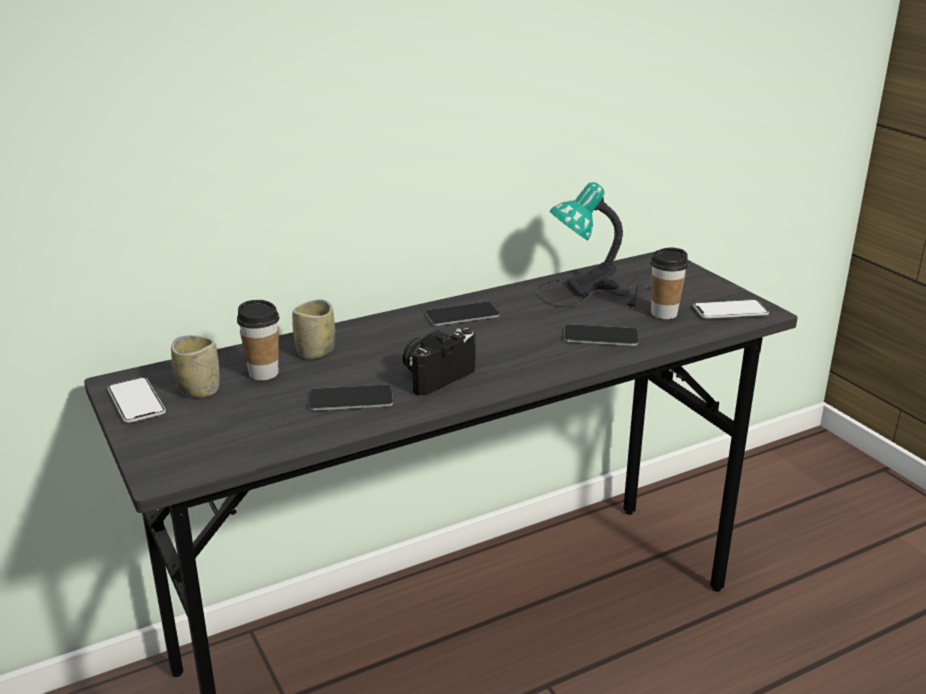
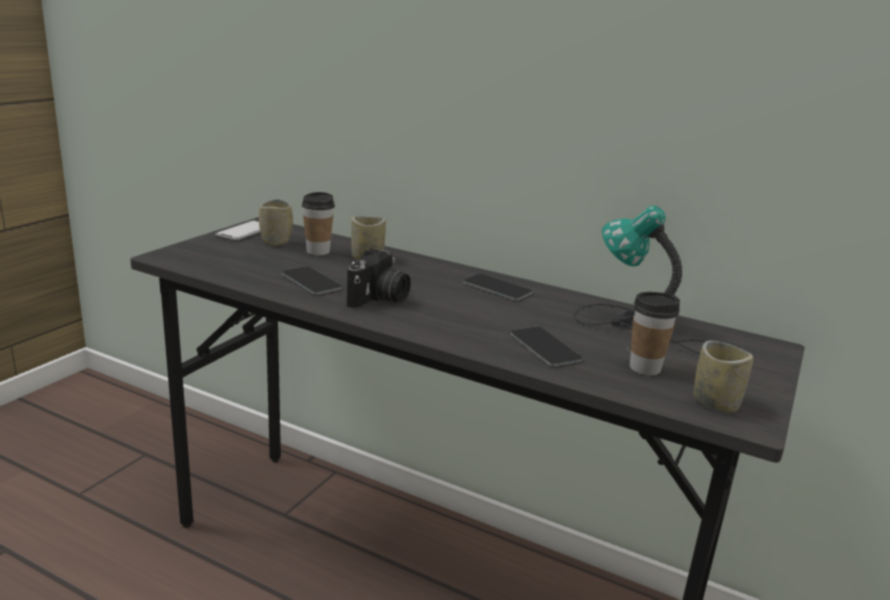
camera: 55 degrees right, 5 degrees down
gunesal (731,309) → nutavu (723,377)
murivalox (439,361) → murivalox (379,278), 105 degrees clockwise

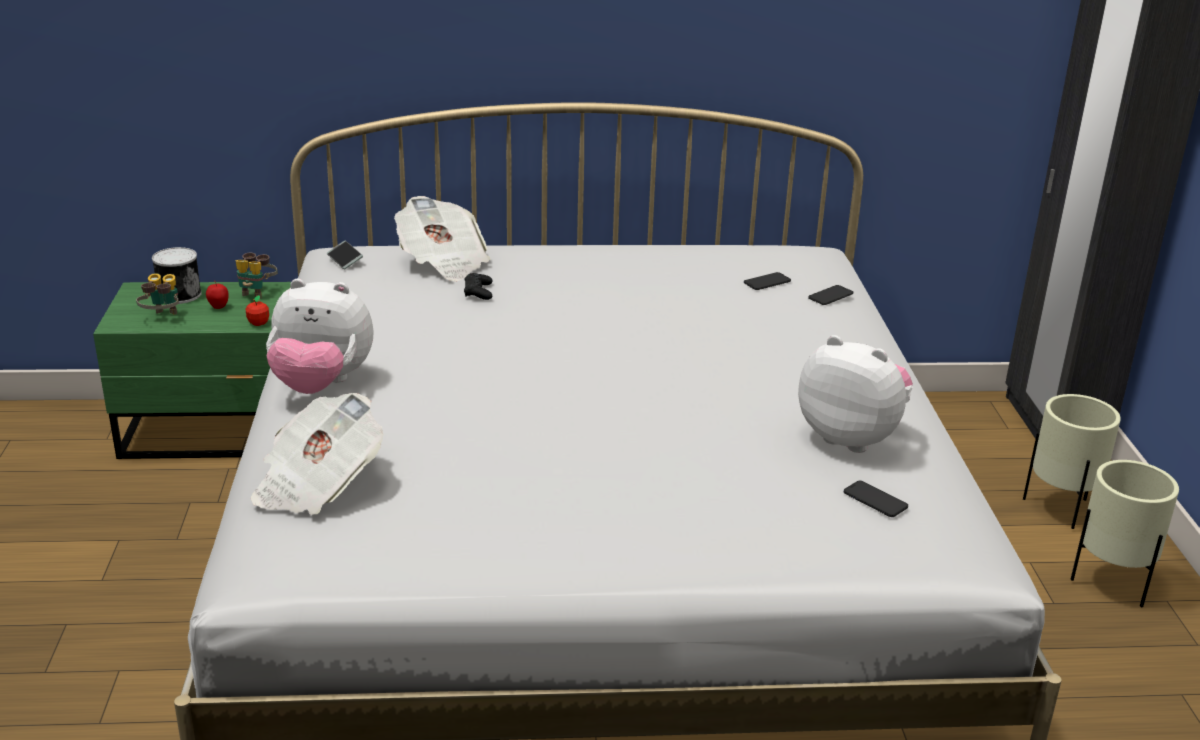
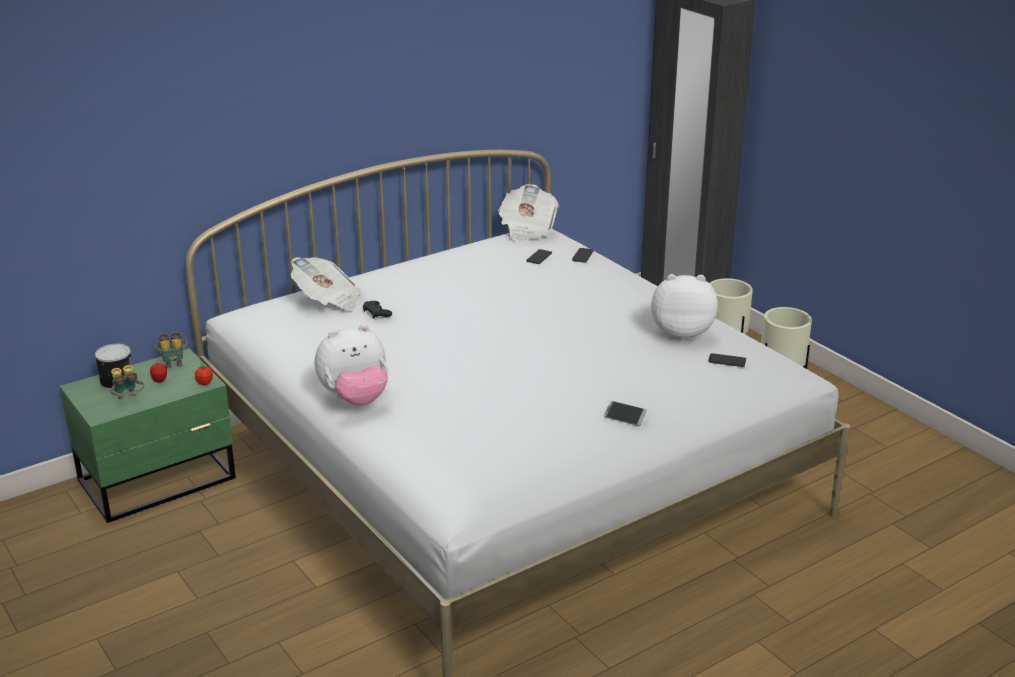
camera: 30 degrees left, 0 degrees up
gunesal (345,255) → gunesal (625,413), move
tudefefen (317,454) → tudefefen (528,212), move

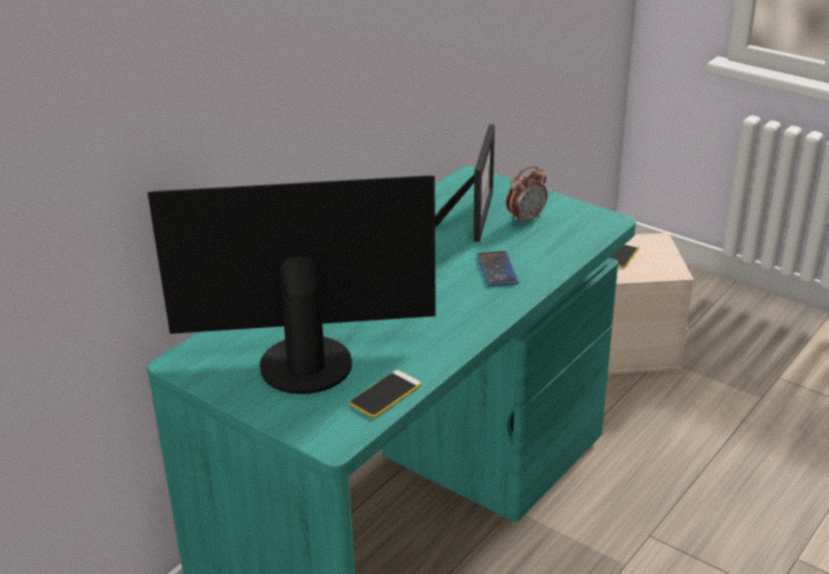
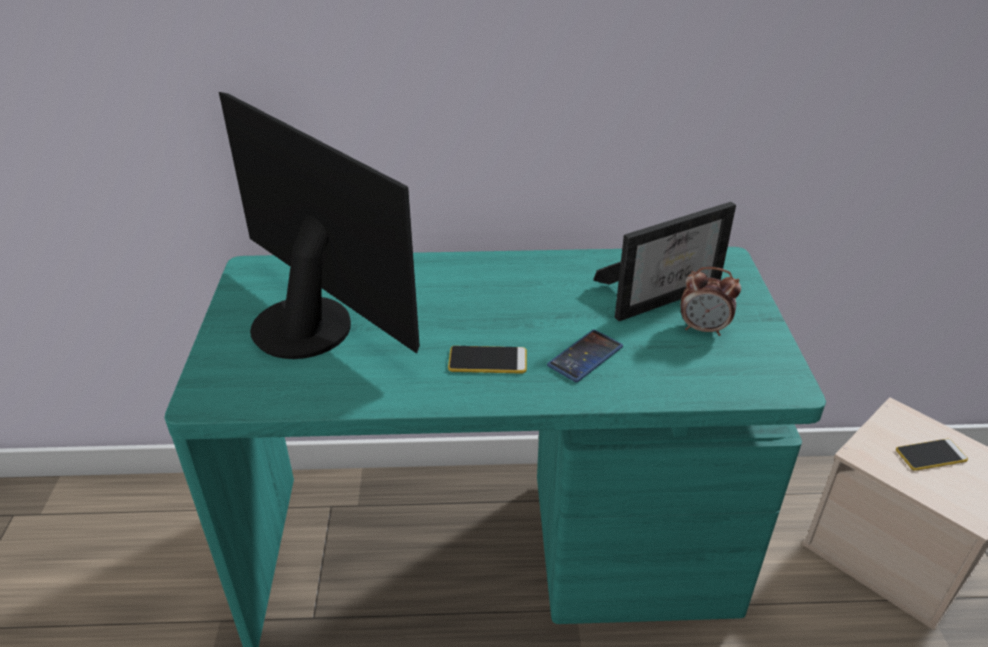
camera: 50 degrees right, 5 degrees up
gunesal (385,394) → gunesal (487,360), move

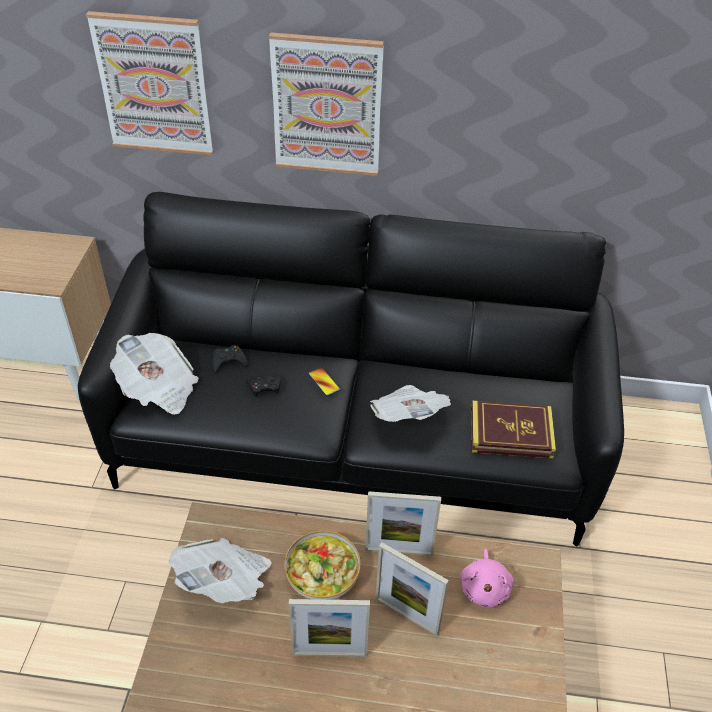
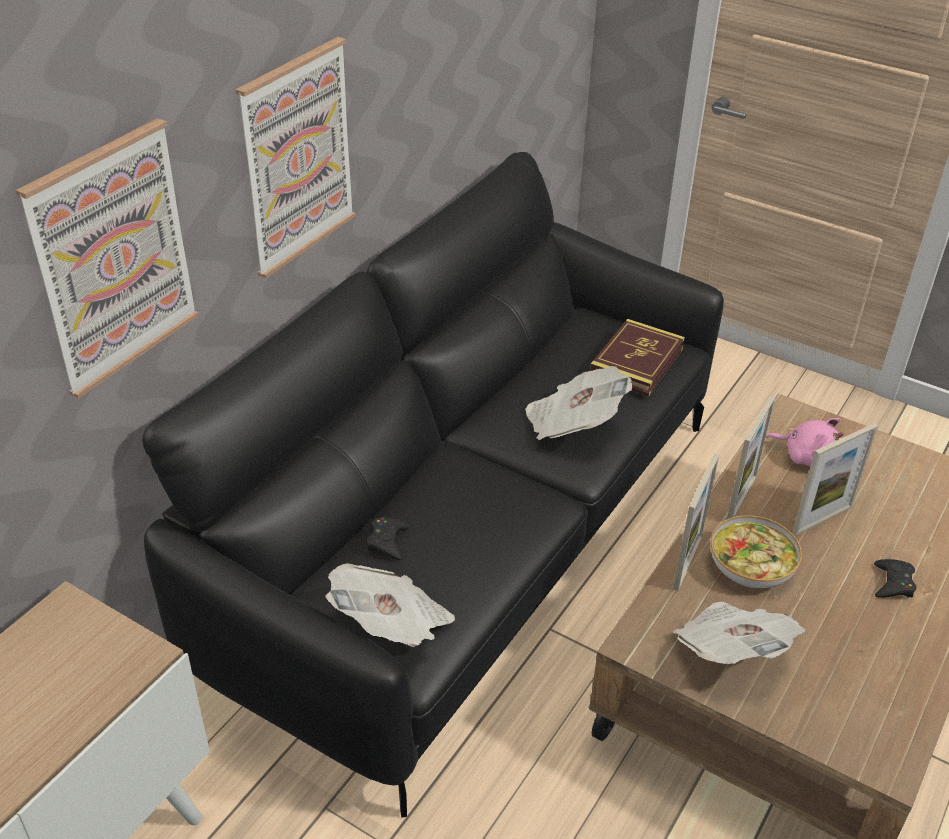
camera: 65 degrees left, 5 degrees down
gunesal (324,381) → -
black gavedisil (264,386) → black gavedisil (895,578), move
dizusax (329,628) → dizusax (696,522), move

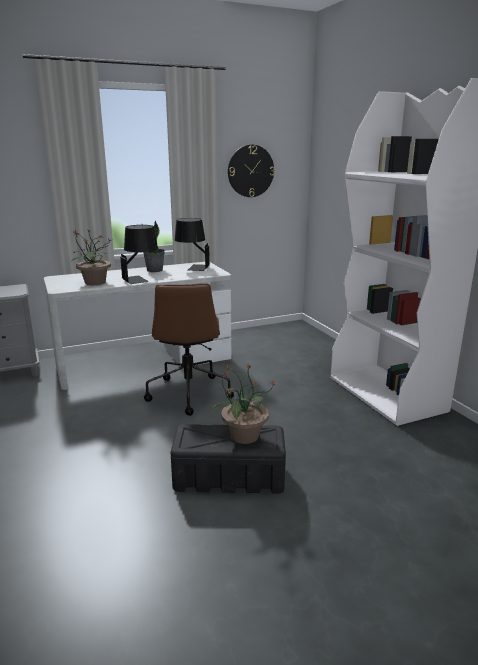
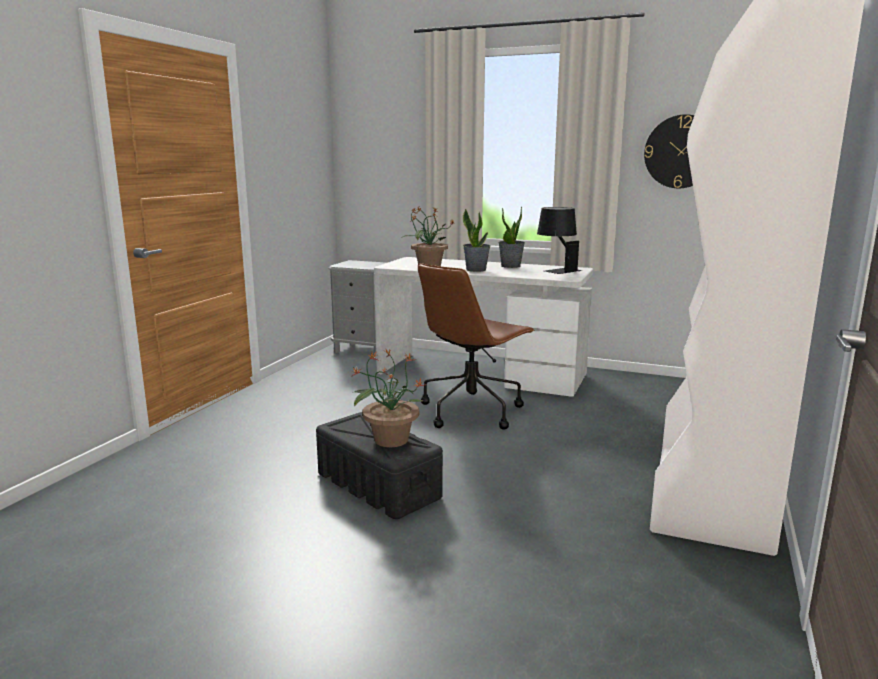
camera: 45 degrees right, 5 degrees down
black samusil (139,254) → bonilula (476,240)

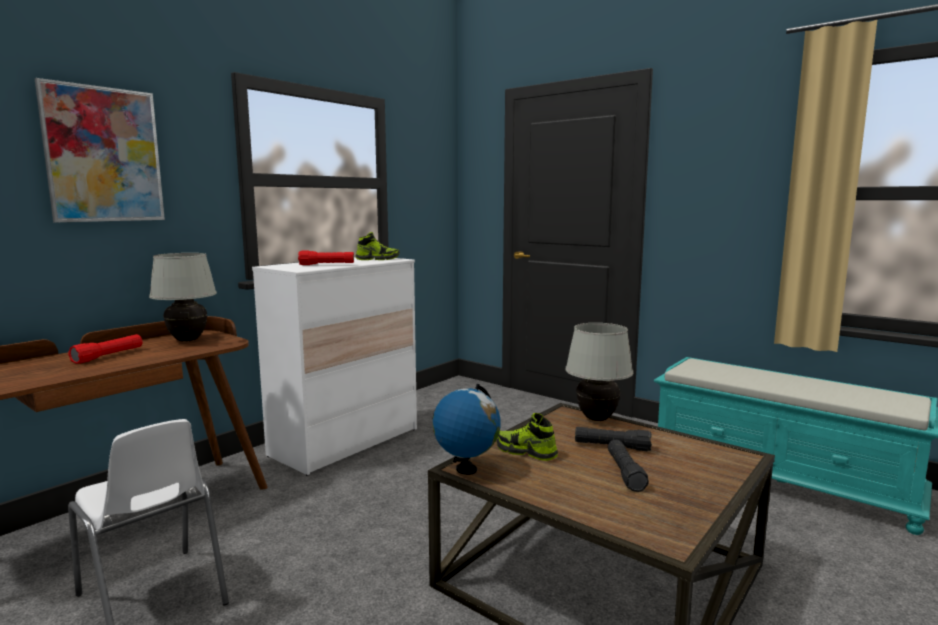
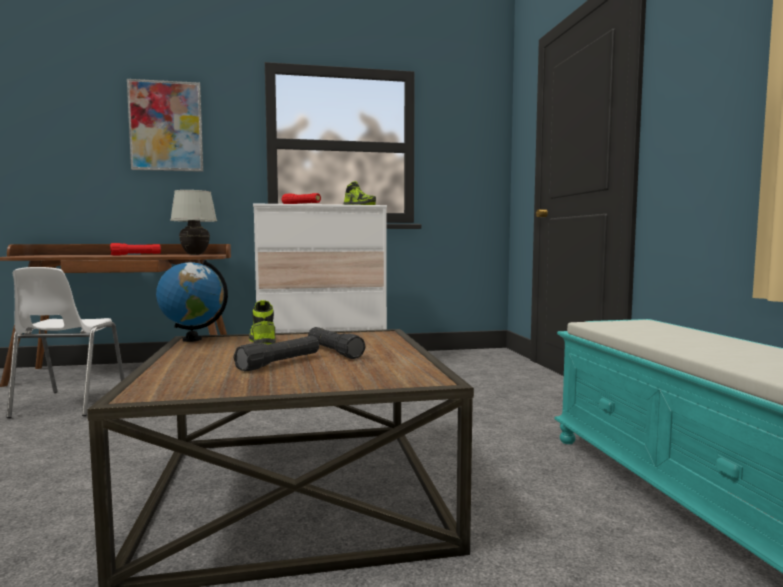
camera: 40 degrees right, 5 degrees down
white samusil (599,372) → -

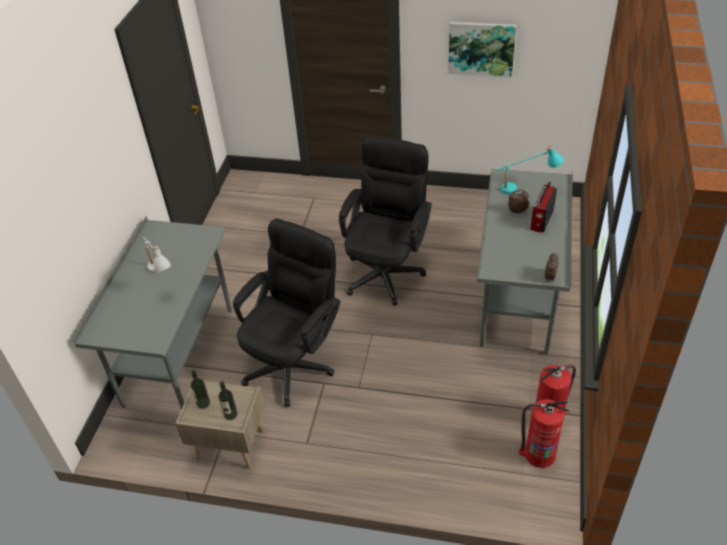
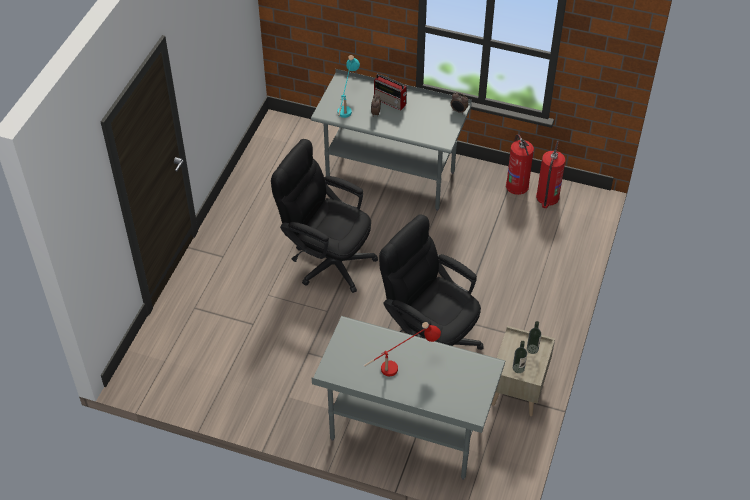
camera: 85 degrees left, 5 degrees up
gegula (482,49) → -
white samusil (157,254) → red samusil (402,349)

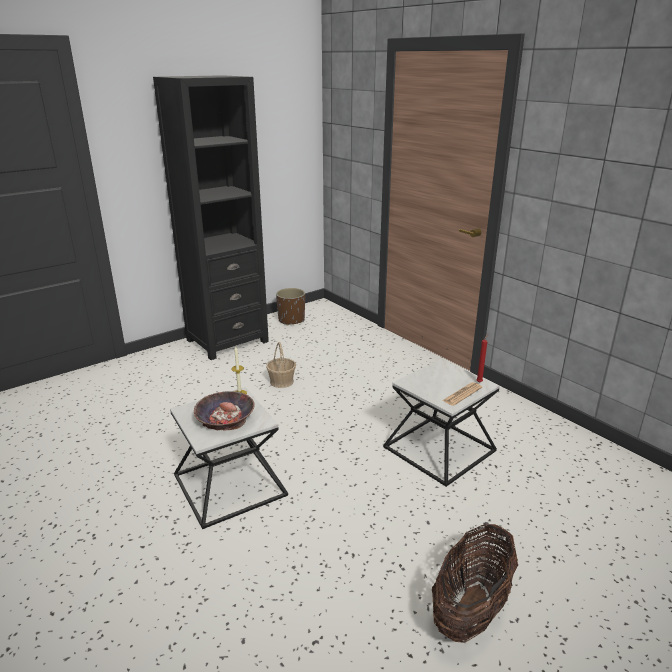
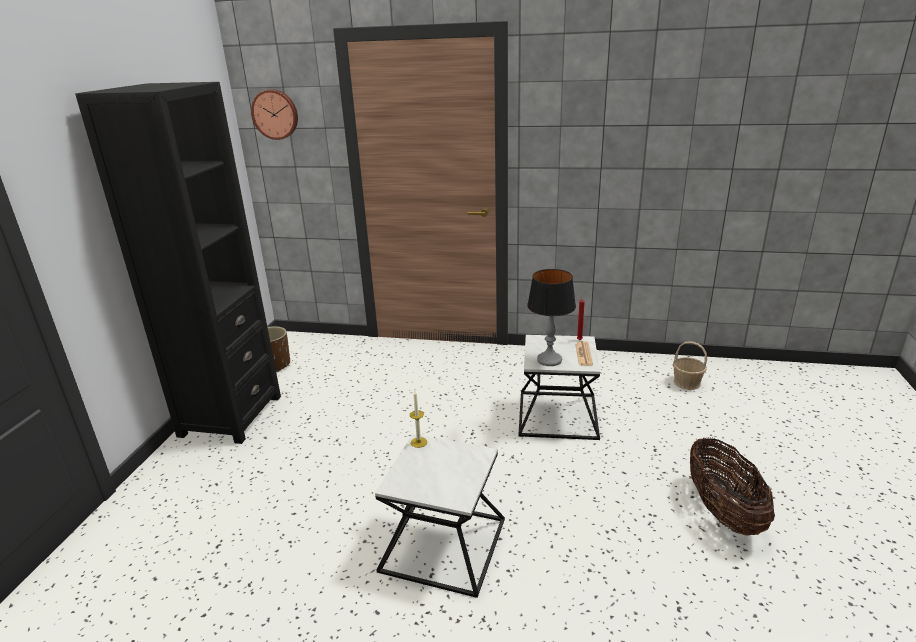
camera: 40 degrees left, 0 degrees up
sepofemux (281,365) → sepofemux (690,365), move
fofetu (224,411) → -
- → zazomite (274,114)
- → samusil (551,317)

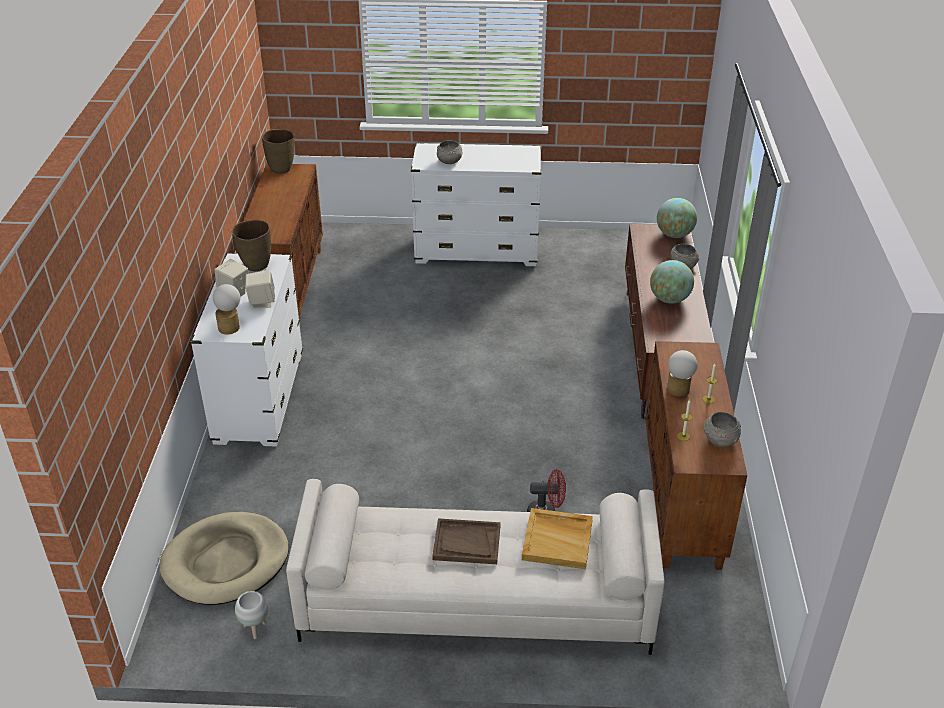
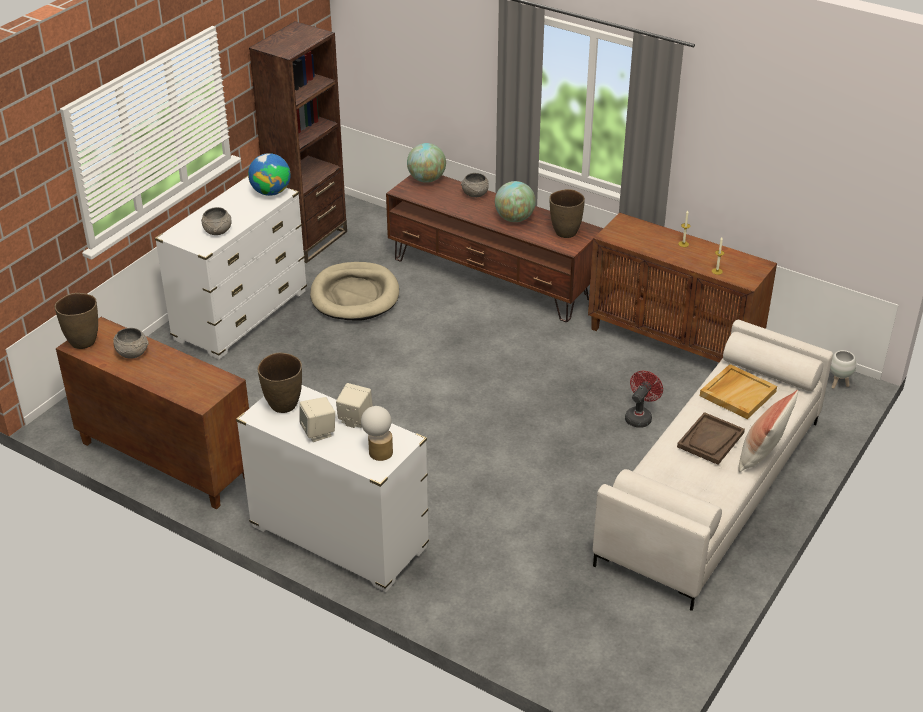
camera: 60 degrees left, 0 degrees up
samusil (682,373) → -
grey fofetu (722,429) → grey fofetu (131,343), move
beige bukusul (224,558) → beige bukusul (354,291), move
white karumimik (251,615) → white karumimik (843,369), move
- → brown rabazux (298,142)
- → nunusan (269,174)
- → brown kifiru (567,213)
- → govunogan (768,431)

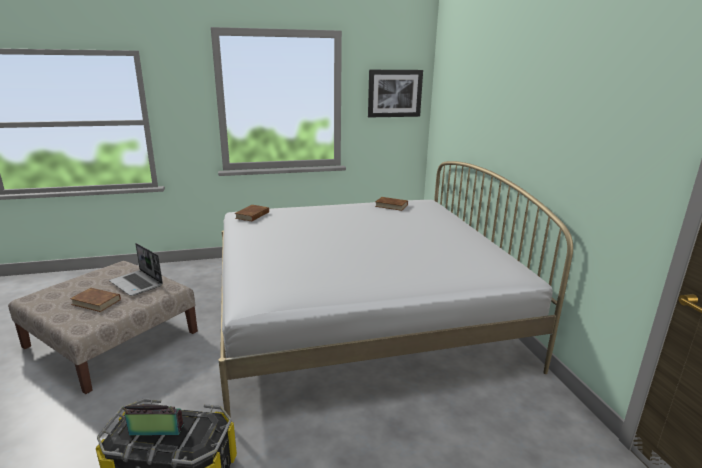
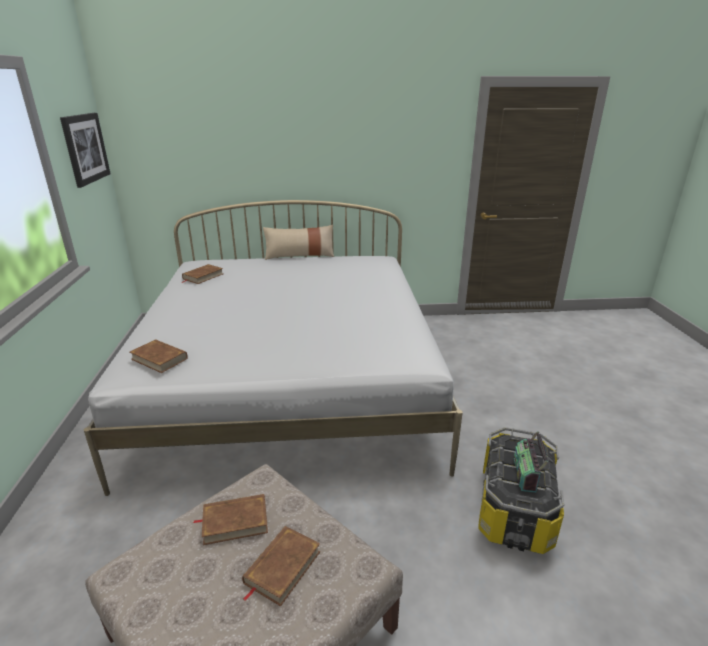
camera: 80 degrees left, 5 degrees up
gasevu (136,269) → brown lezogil (230,519)
- → beige govunogan (298,242)

